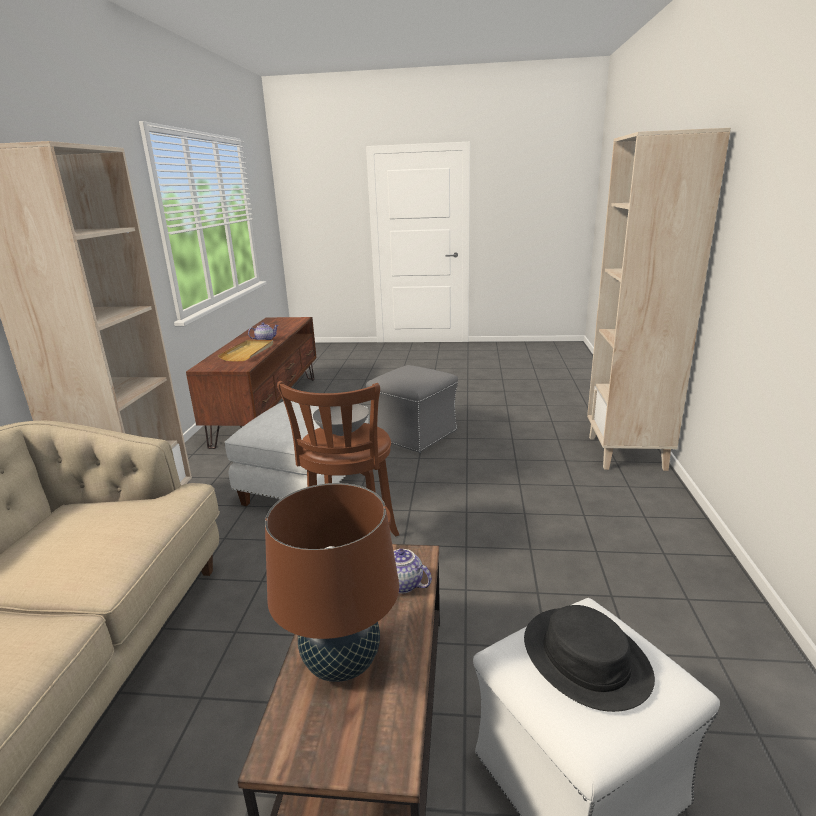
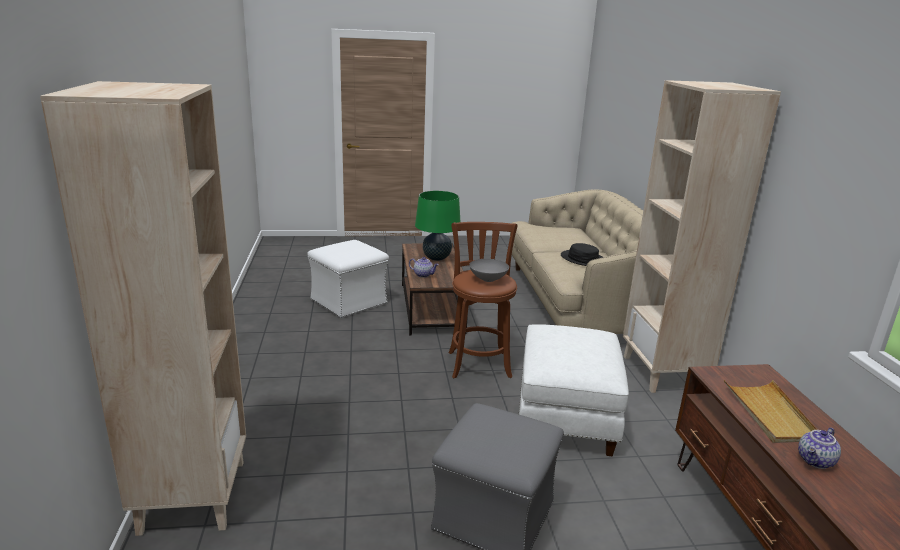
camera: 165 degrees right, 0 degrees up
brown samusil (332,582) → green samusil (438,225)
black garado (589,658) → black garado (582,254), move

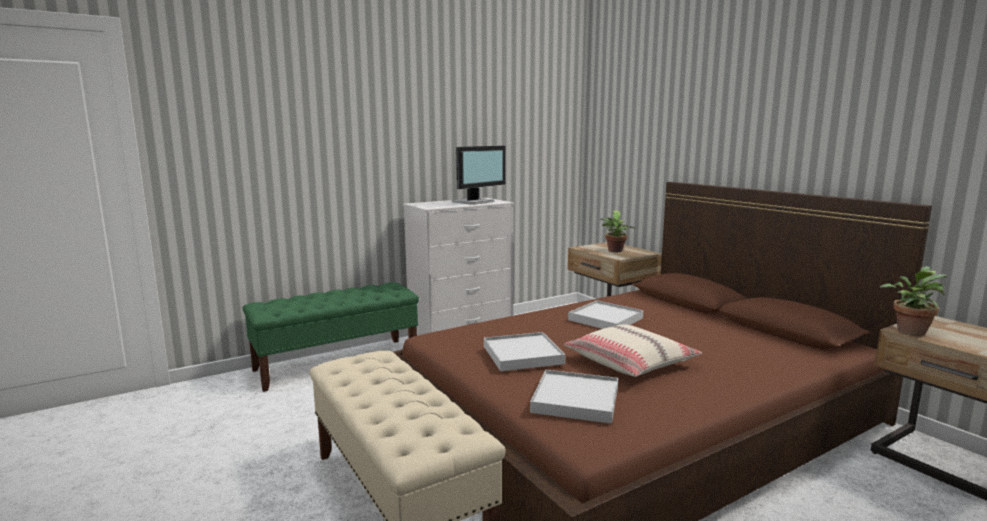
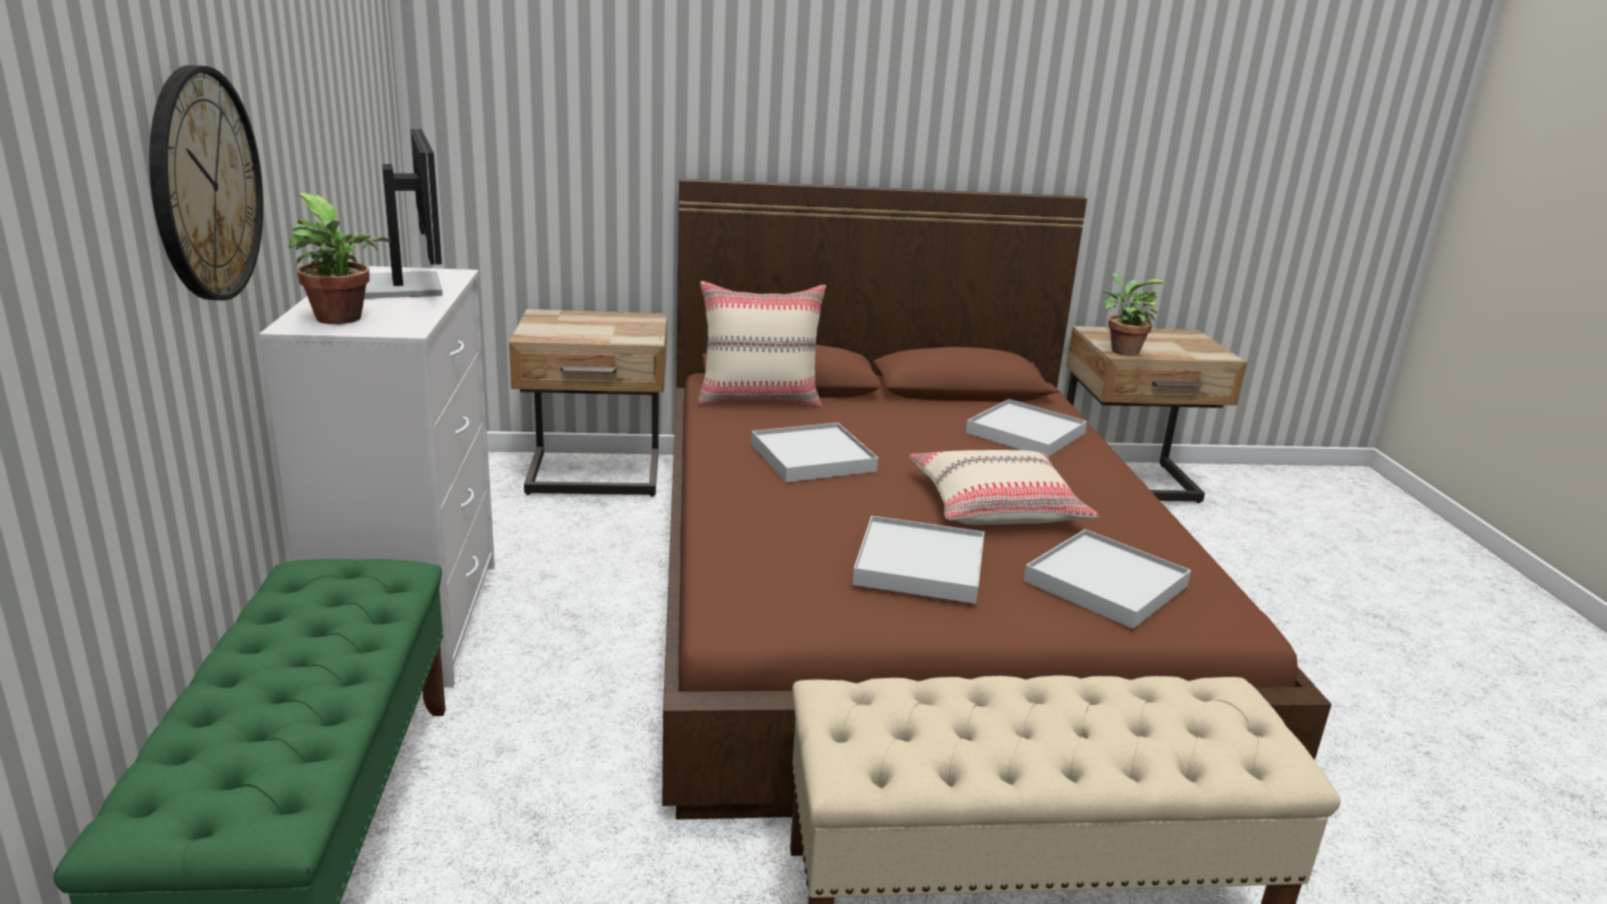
camera: 65 degrees left, 10 degrees up
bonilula (617,231) → bonilula (339,258), move
- → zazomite (206,182)
- → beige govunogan (762,344)
- → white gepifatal (1026,428)

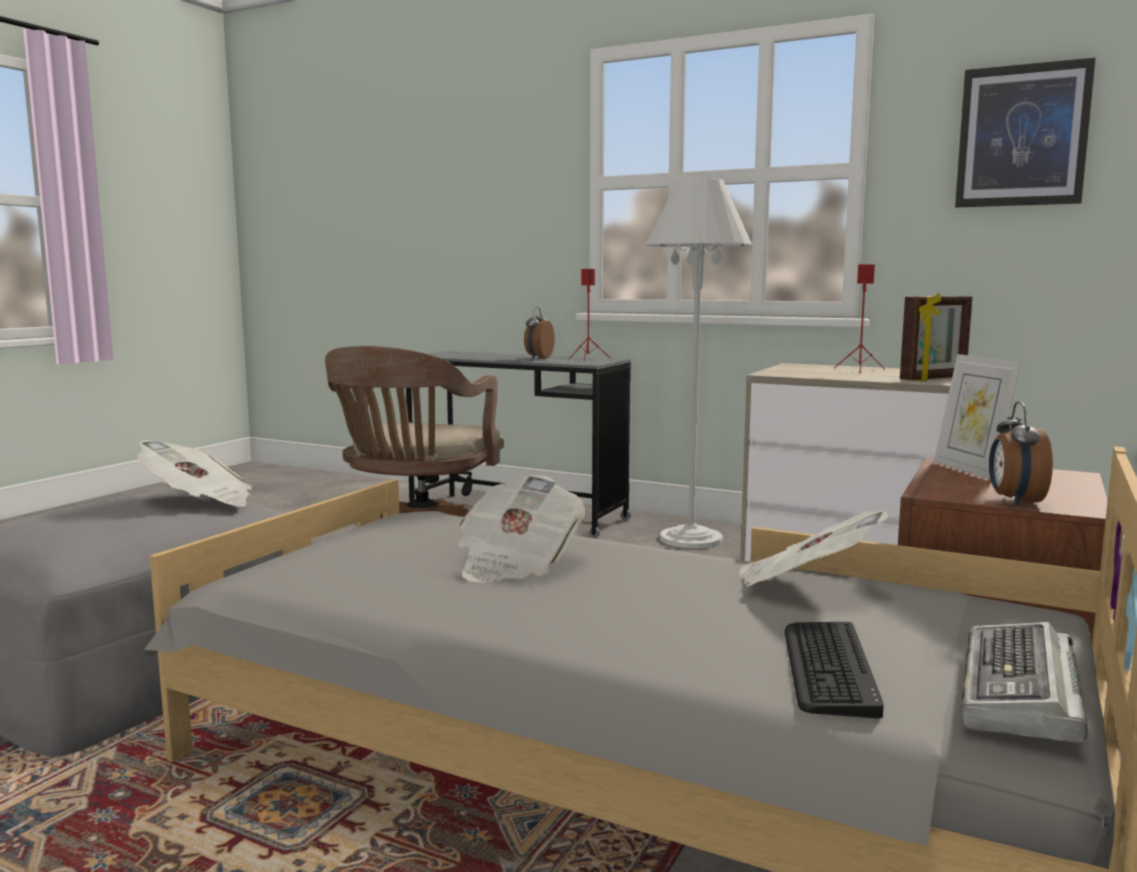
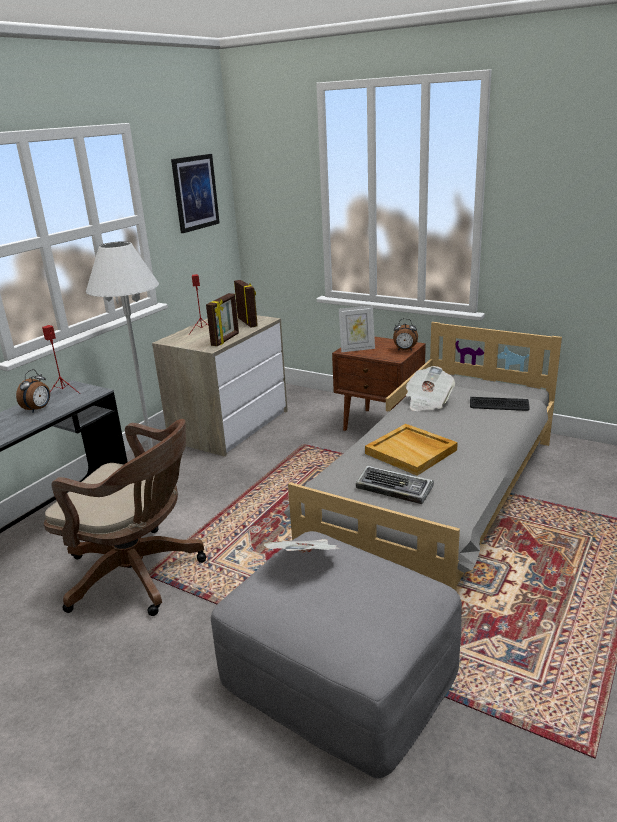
camera: 85 degrees left, 15 degrees up
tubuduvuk (539,333) → tubuduvuk (33,390), 90 degrees counterclockwise
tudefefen (521,529) → beige gepifatal (411,450)
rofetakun (1024,682) → rofetakun (395,485), move
- → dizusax (222,319)

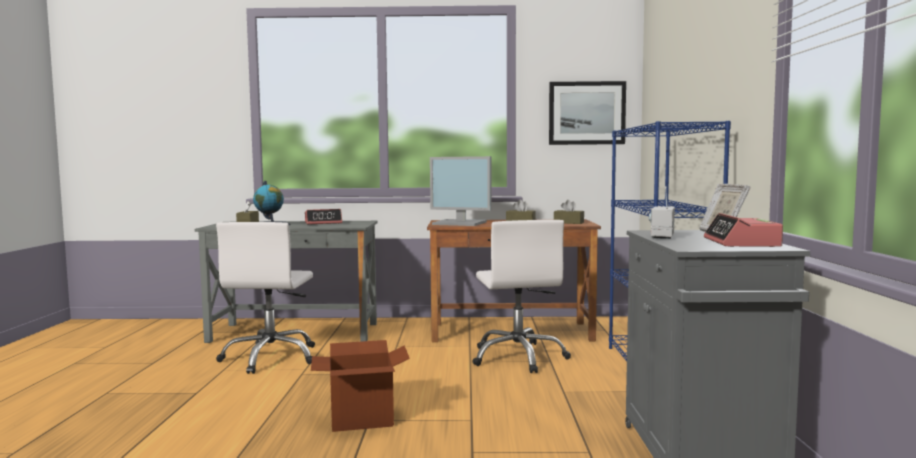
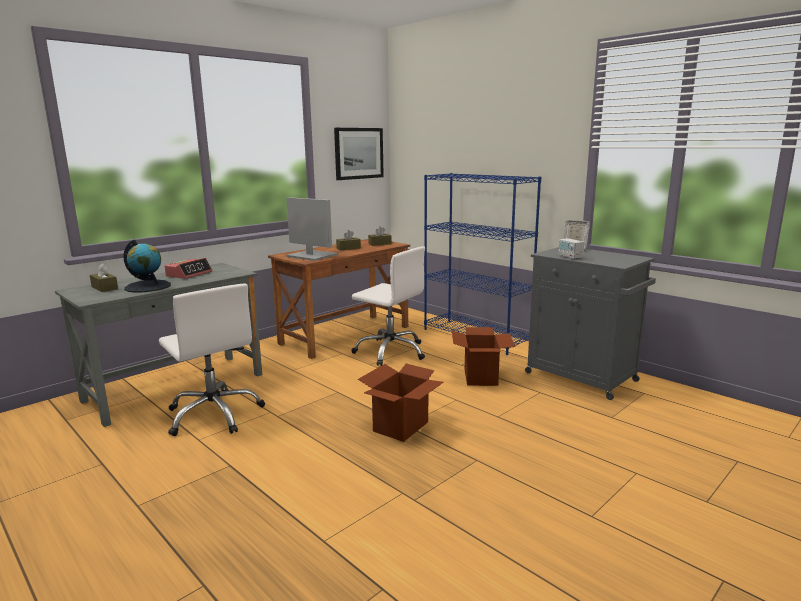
camera: 45 degrees left, 10 degrees up
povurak (461,191) → povurak (312,229), 120 degrees counterclockwise
tubuduvuk (743,230) → -
- → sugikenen (483,356)

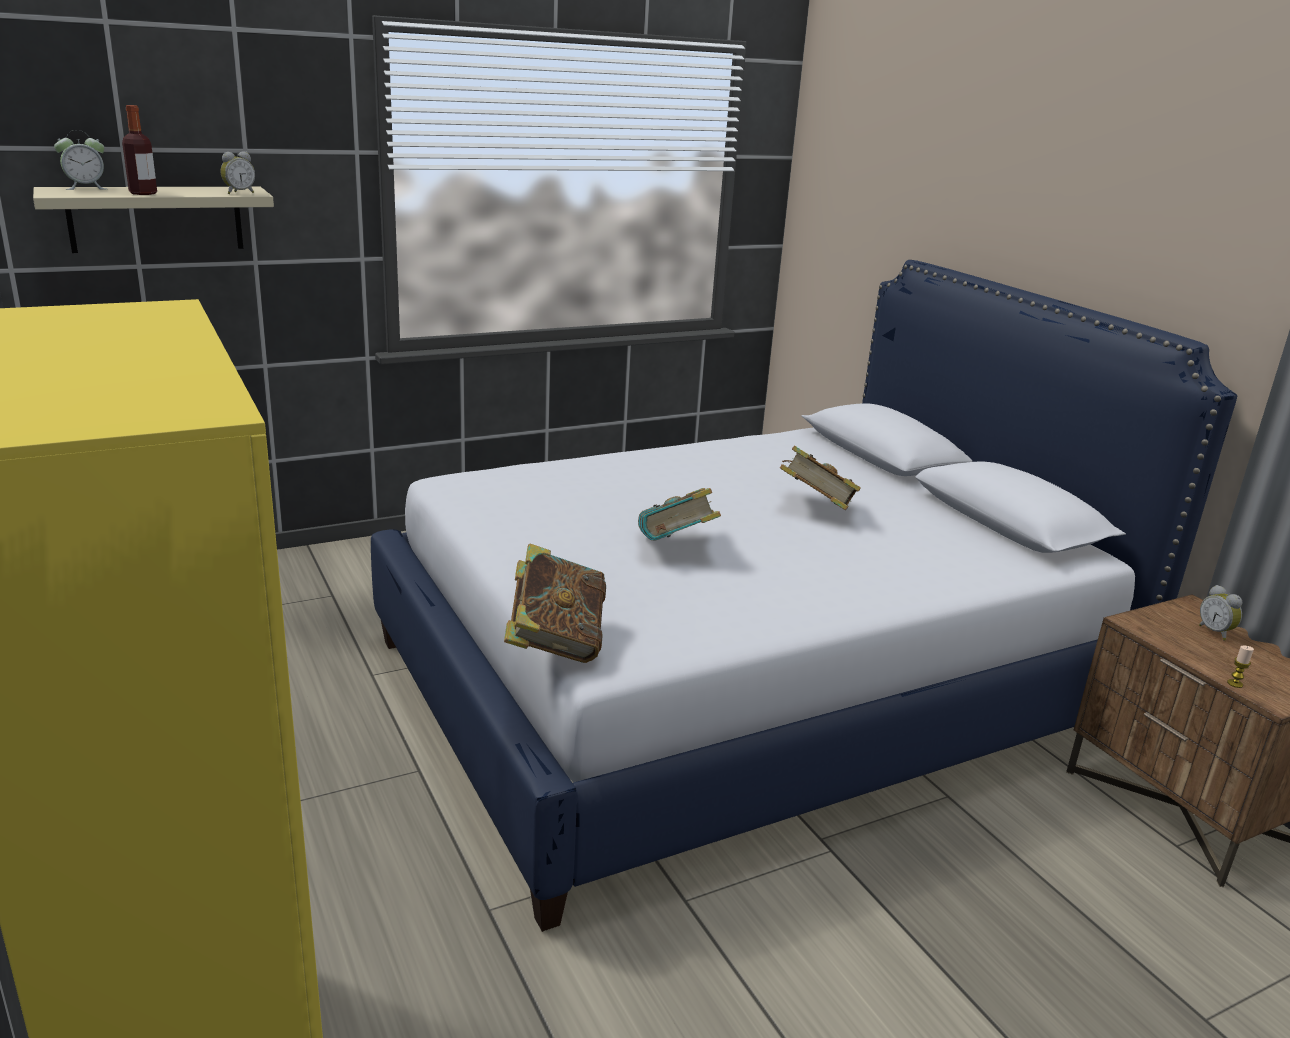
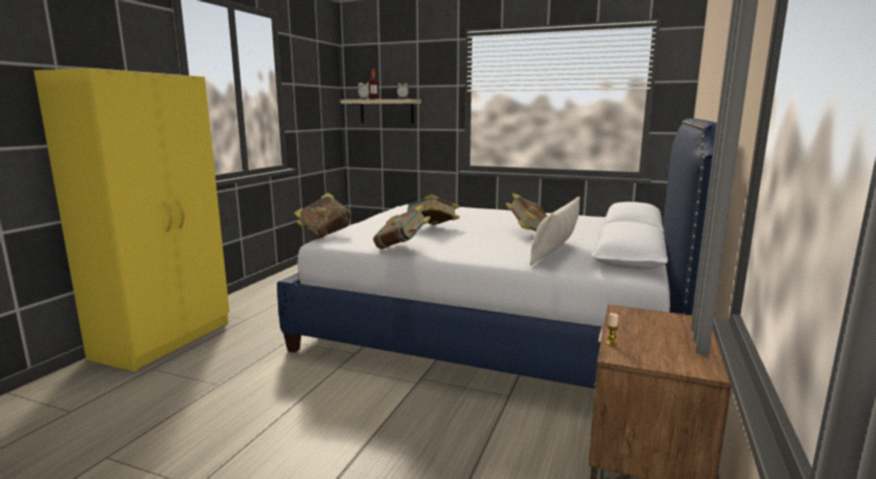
camera: 50 degrees right, 10 degrees down
tubuduvuk (1220,612) → -
- → beige govunogan (555,231)
- → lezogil (402,227)

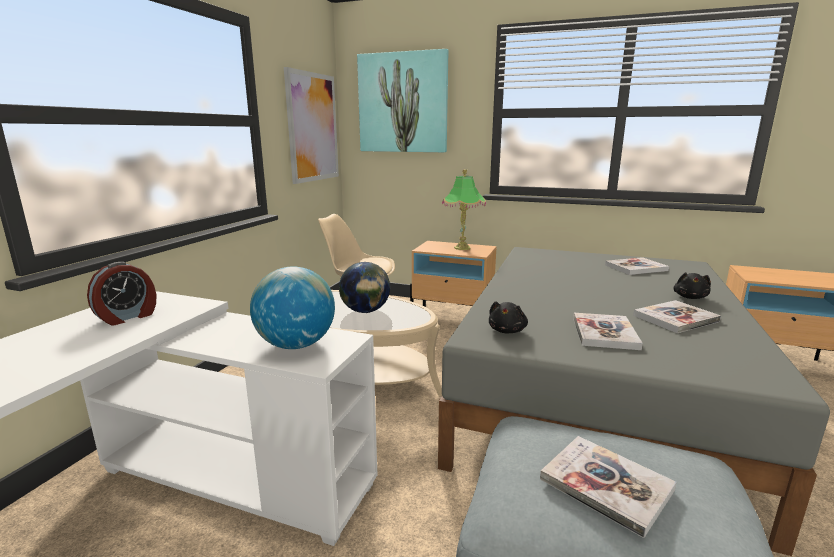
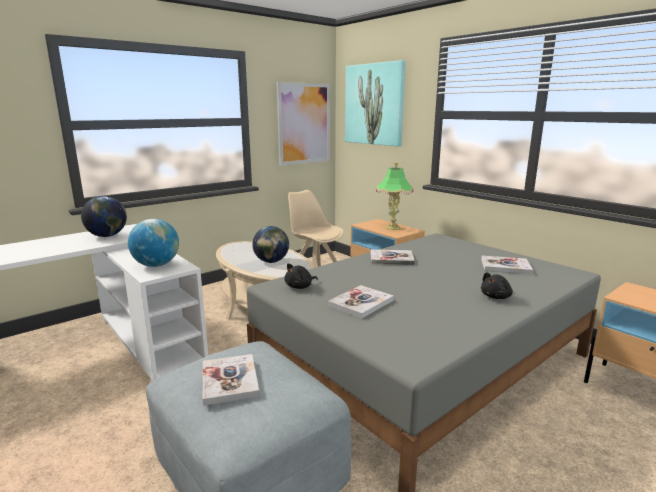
camera: 30 degrees right, 0 degrees up
tubuduvuk (121,294) → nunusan (104,216)
lezogil (677,316) → lezogil (393,257), move

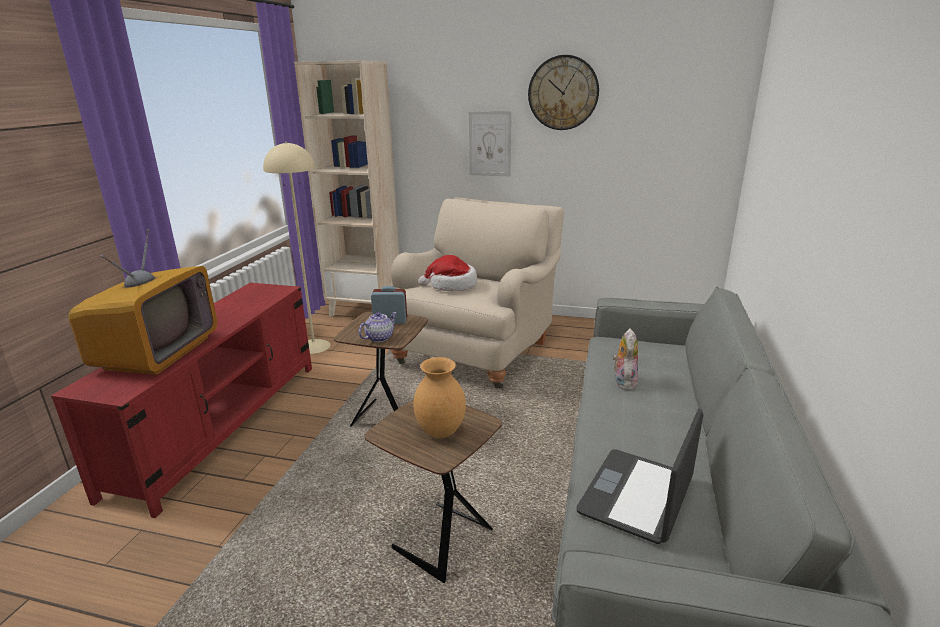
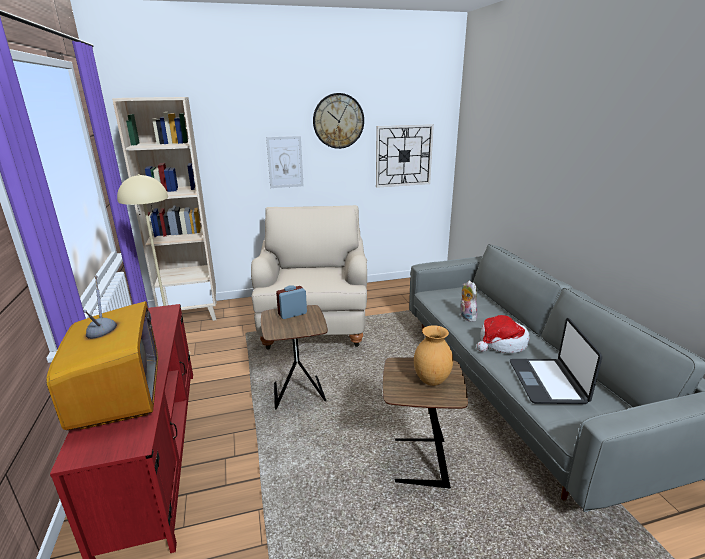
camera: 30 degrees left, 0 degrees up
garado (447,273) → garado (503,334), move
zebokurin (377,327) → -
- → zazomite (405,156)

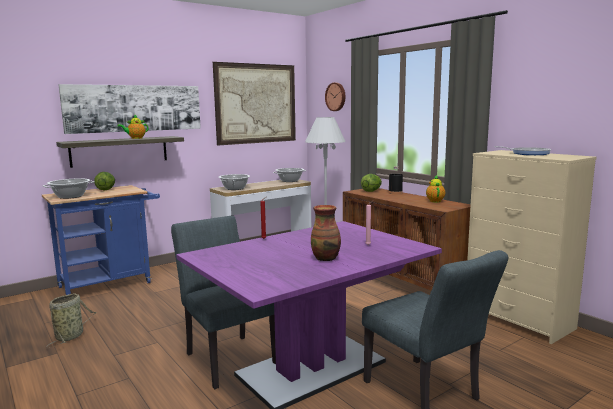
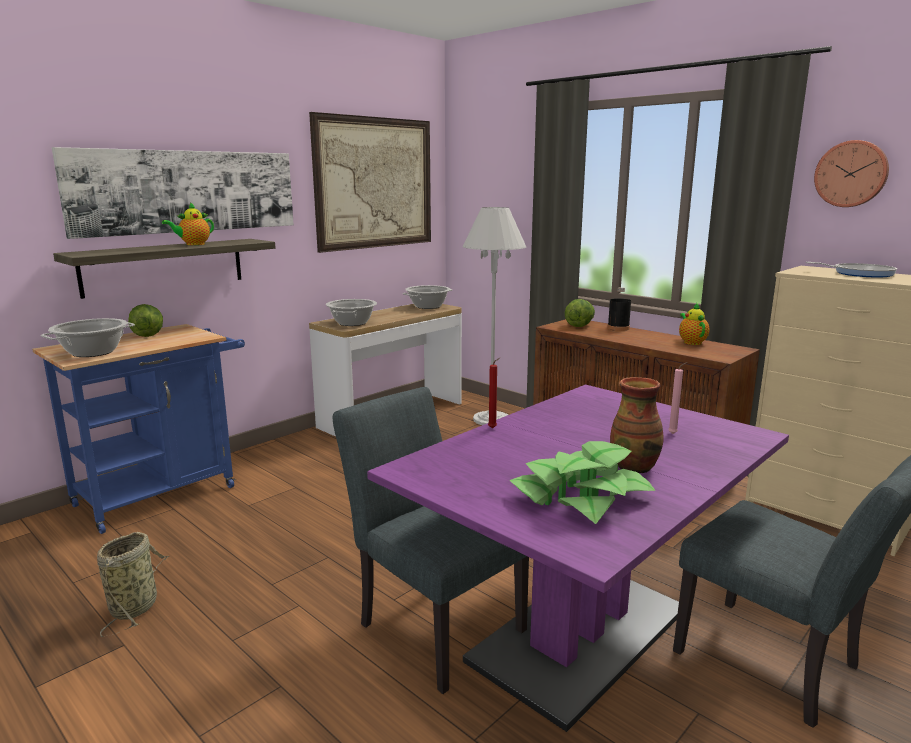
camera: 10 degrees left, 5 degrees up
zazomite (335,97) → zazomite (851,173), move
- → bonilula (582,482)

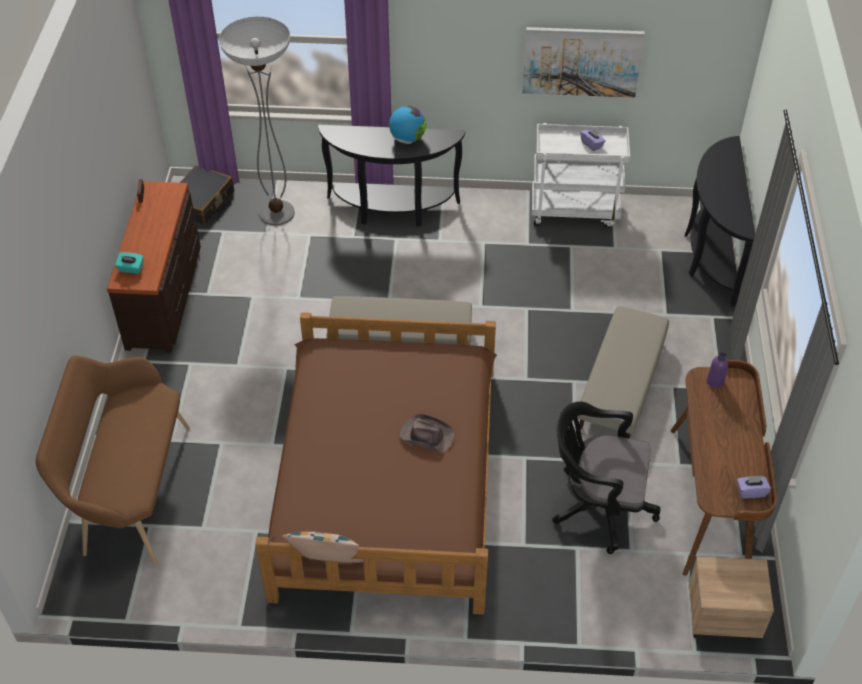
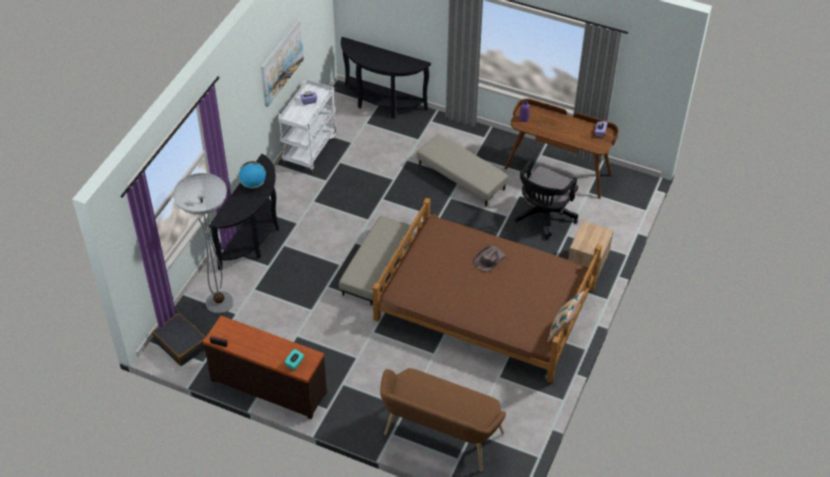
camera: 70 degrees left, 0 degrees up
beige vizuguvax (731,599) → beige vizuguvax (591,249), move

